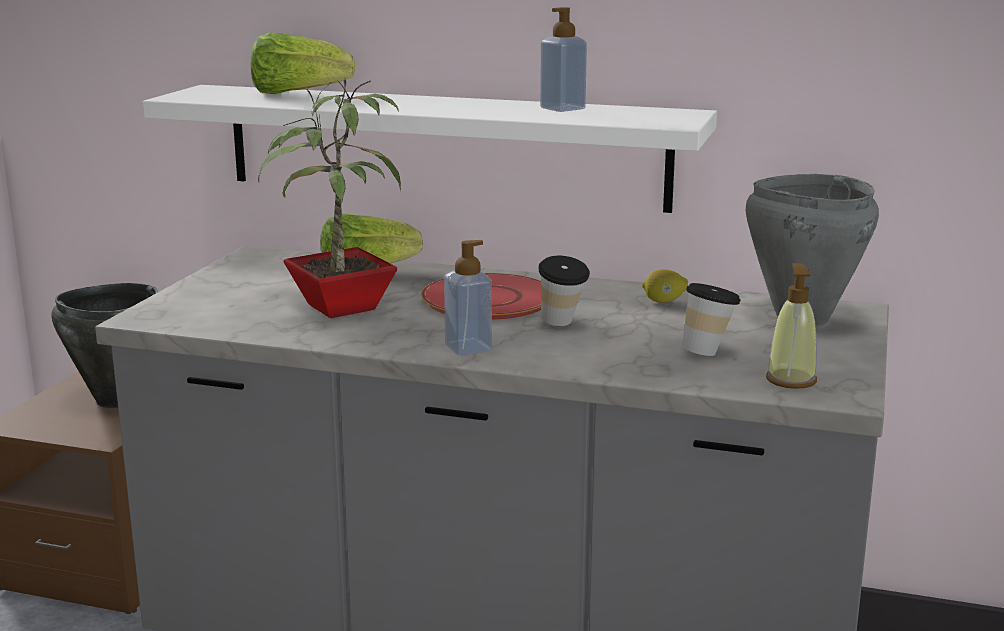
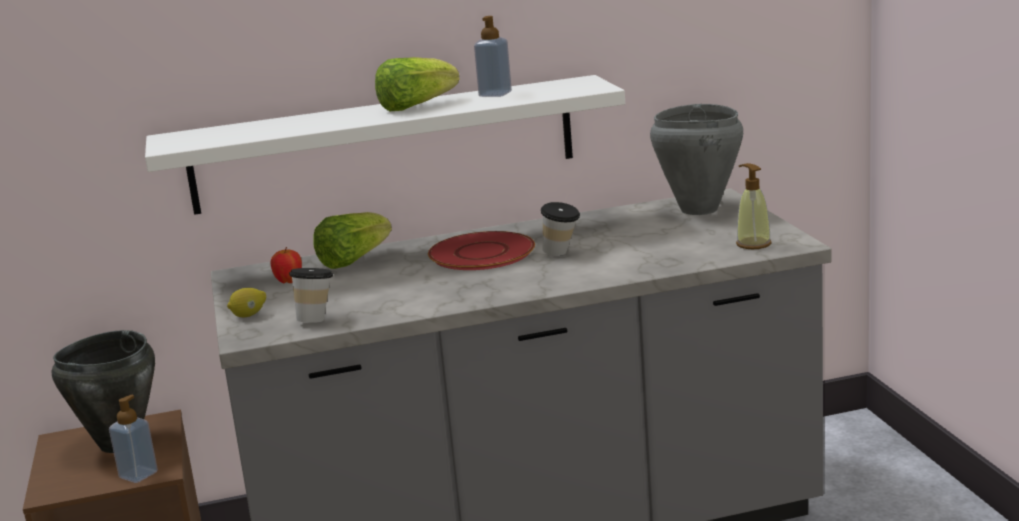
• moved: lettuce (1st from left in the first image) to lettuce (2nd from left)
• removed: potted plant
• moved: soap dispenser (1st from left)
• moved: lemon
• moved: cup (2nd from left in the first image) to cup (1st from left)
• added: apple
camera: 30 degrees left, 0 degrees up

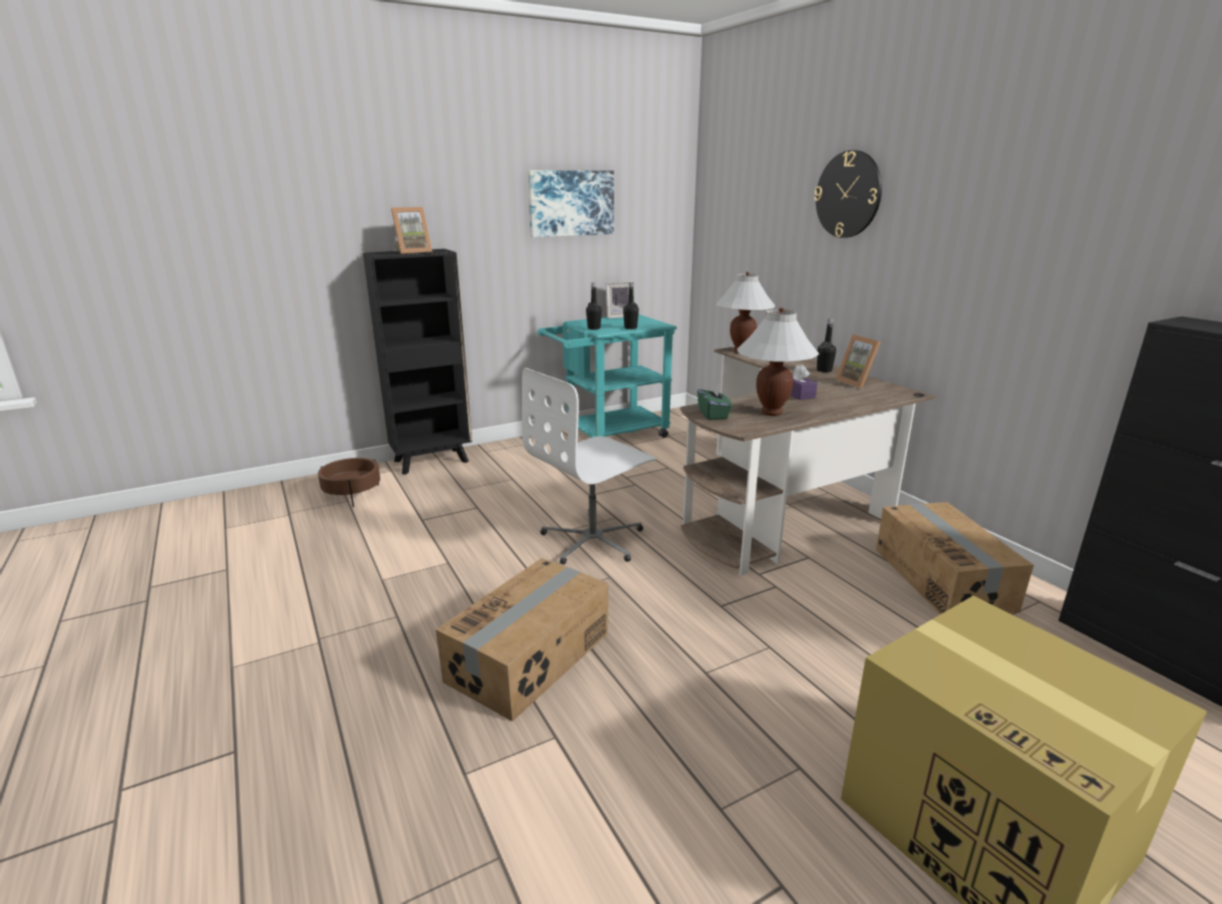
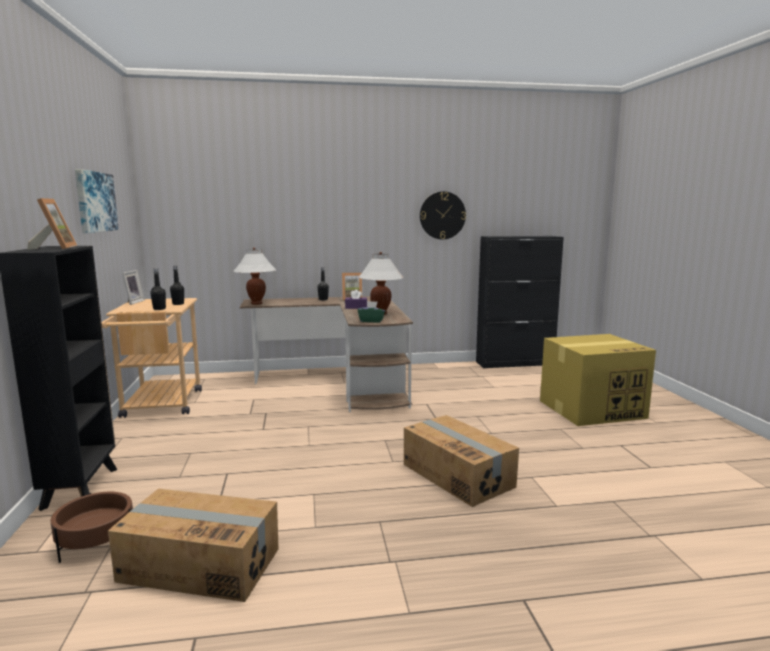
• removed: white office chair
• recoloured: turquoise cart to beige cart
• moved: wall clock
• moved: cardboard box (2nd from left in the first image) to cardboard box (1st from left)
camera: 70 degrees left, 10 degrees down

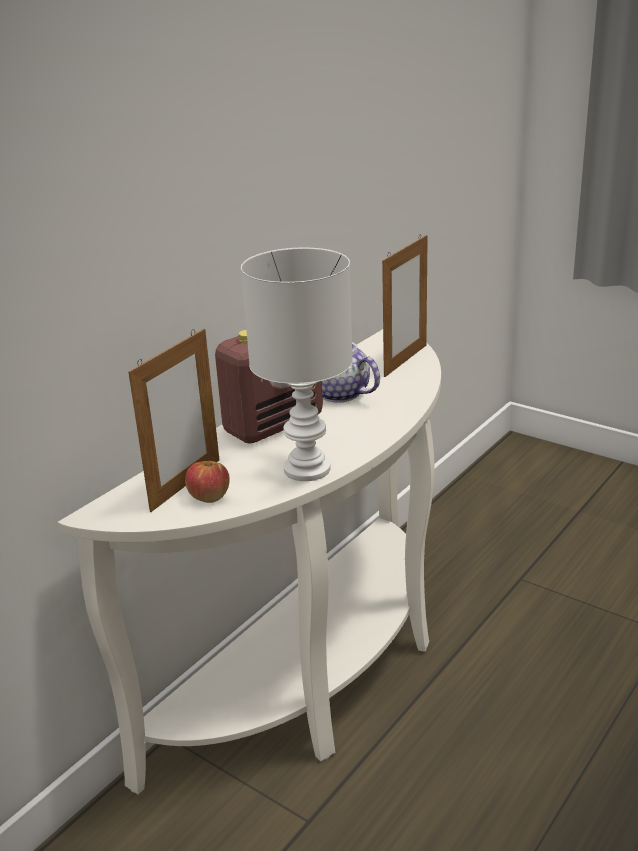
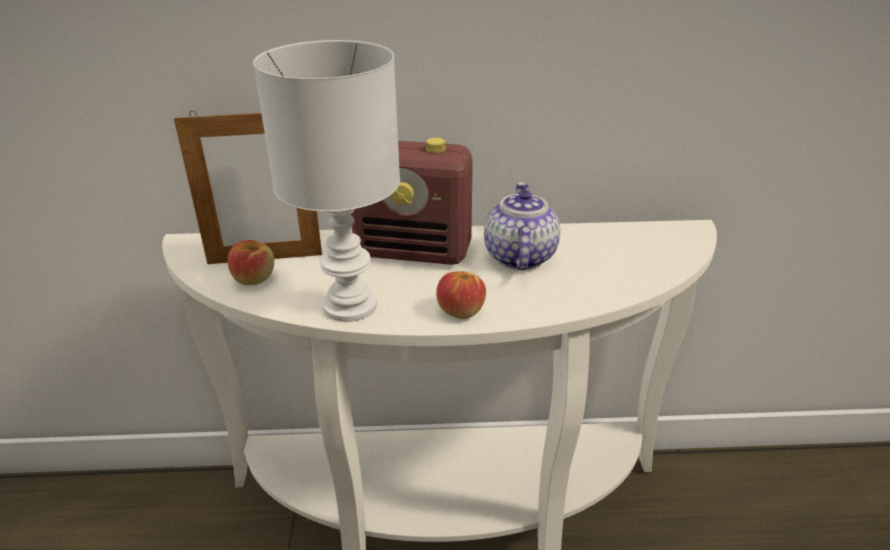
• removed: picture frame (2nd from left)
• added: apple (2nd from left)
camera: 50 degrees right, 5 degrees up

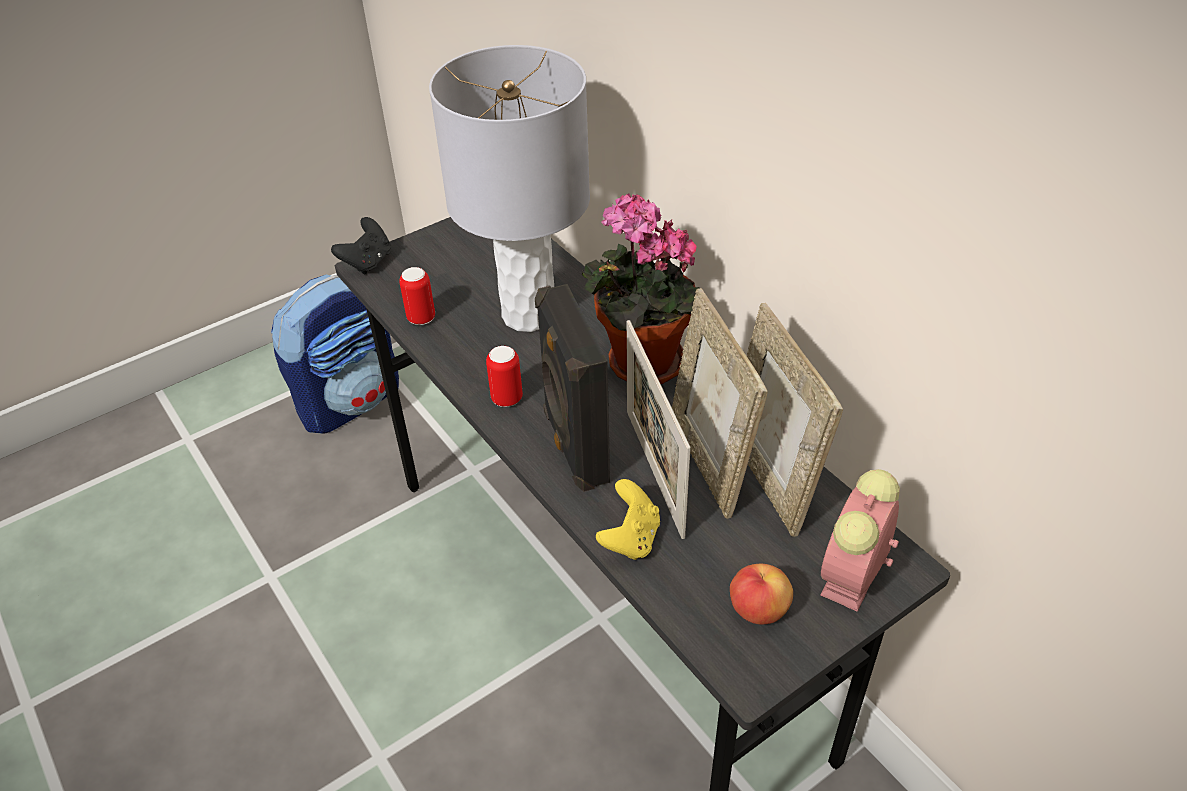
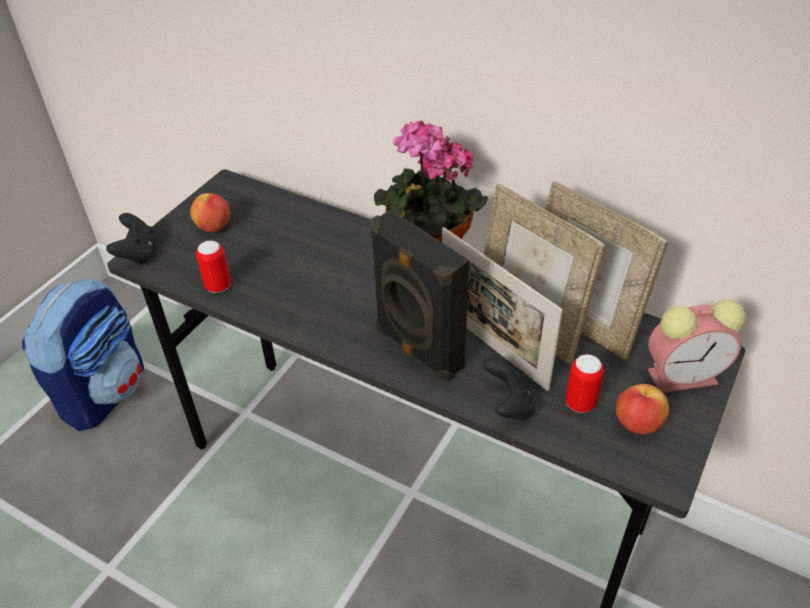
• removed: grey table lamp
• moved: can (2nd from left)
• recoloured: yellow game controller to black game controller (2nd from left)
• turned: alarm clock 105 degrees counterclockwise
• added: apple (1st from left)
camera: 25 degrees left, 0 degrees up

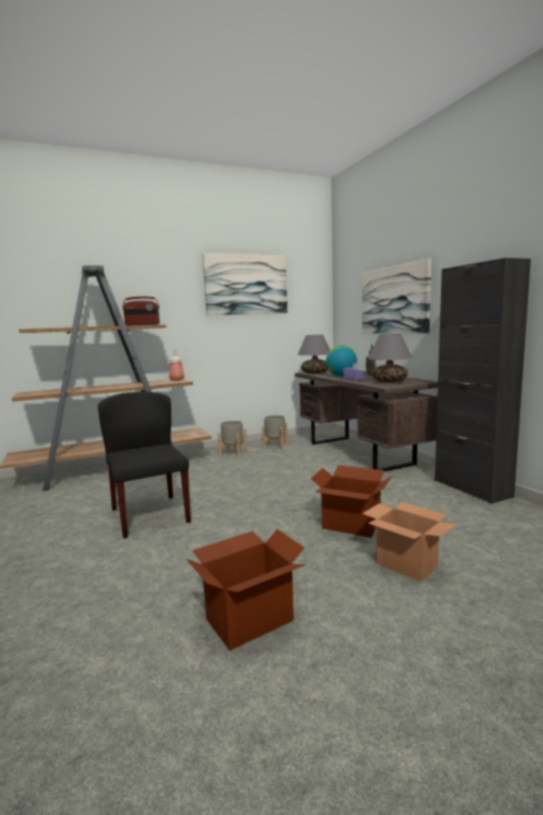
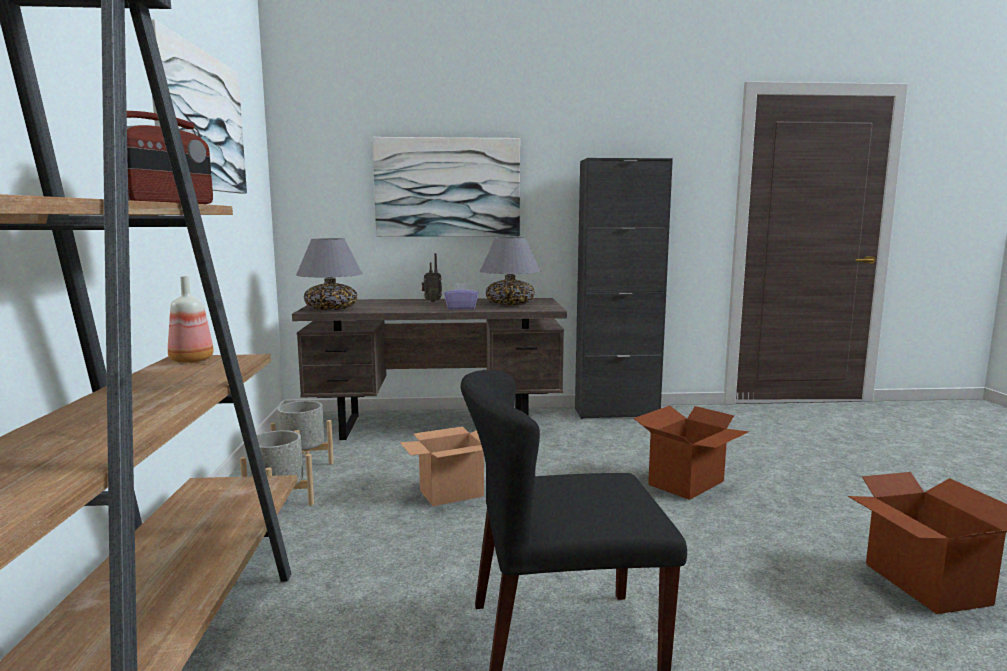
• removed: globe
• moved: cardboard box (3rd from left in the first image) to cardboard box (1st from left)
camera: 70 degrees left, 0 degrees up

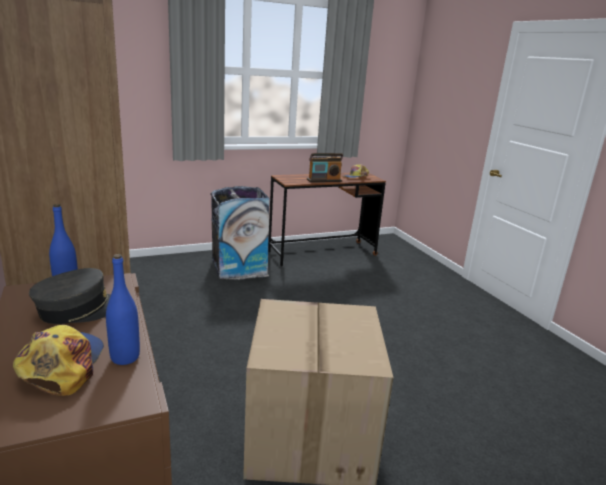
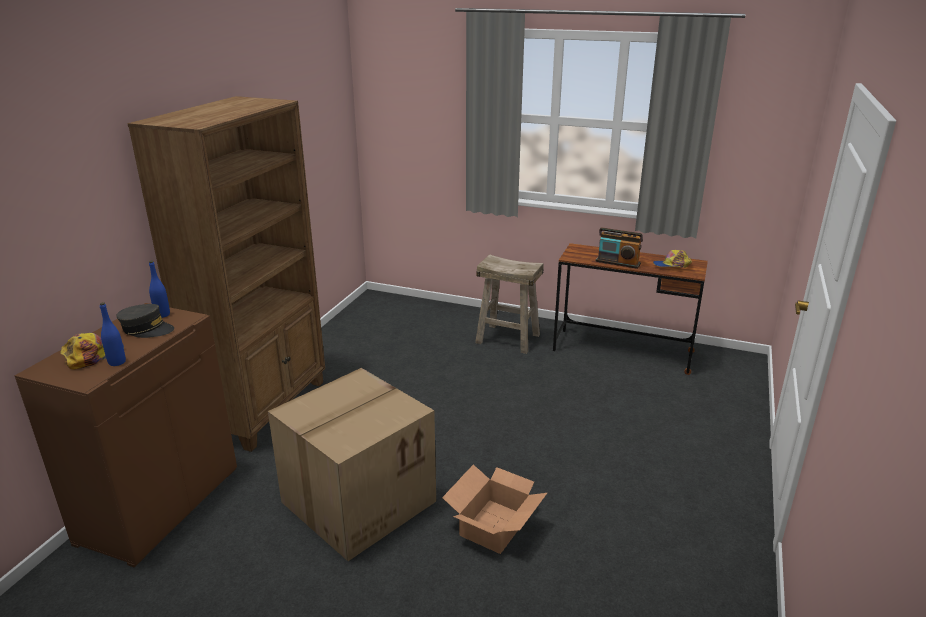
• replaced: trash can to beige stool
• added: cardboard box (2nd from left)
camera: 45 degrees right, 5 degrees up

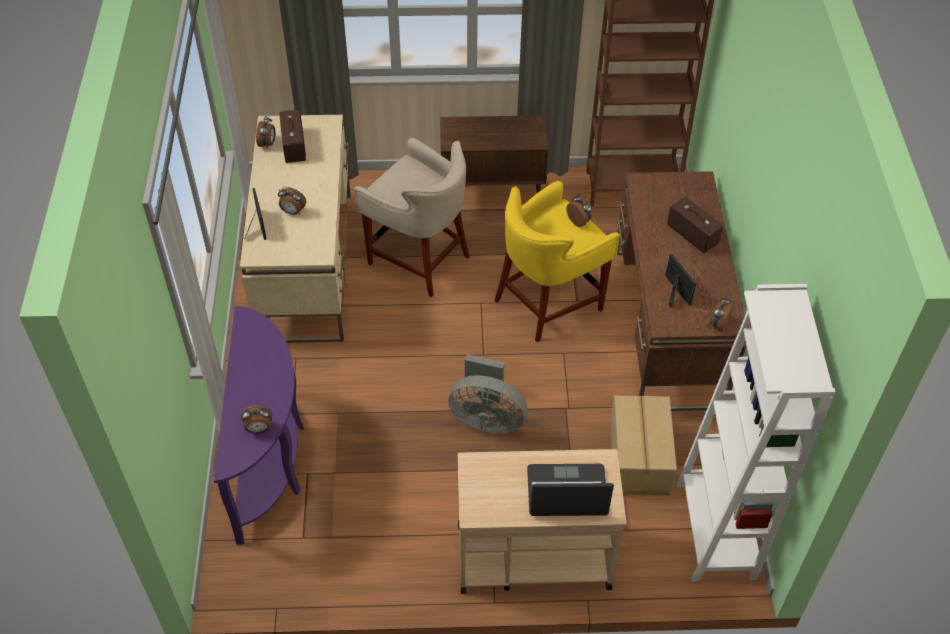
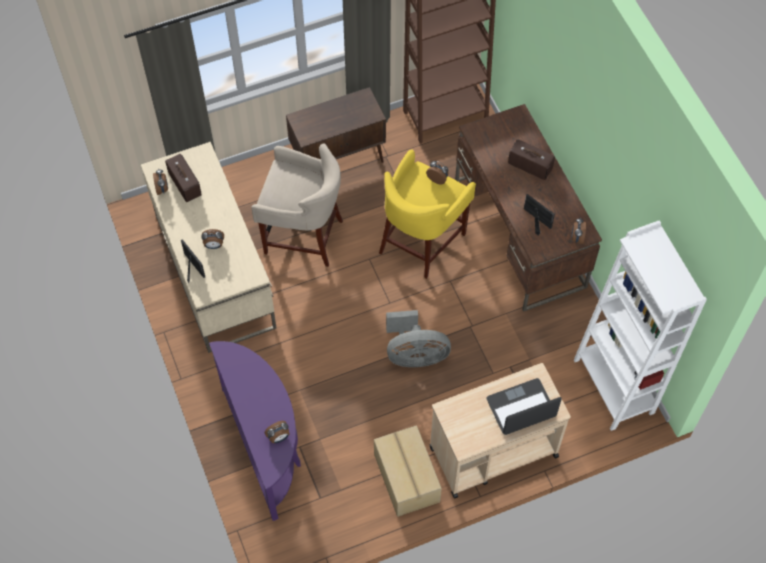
• moved: cardboard box
camera: 20 degrees left, 10 degrees up

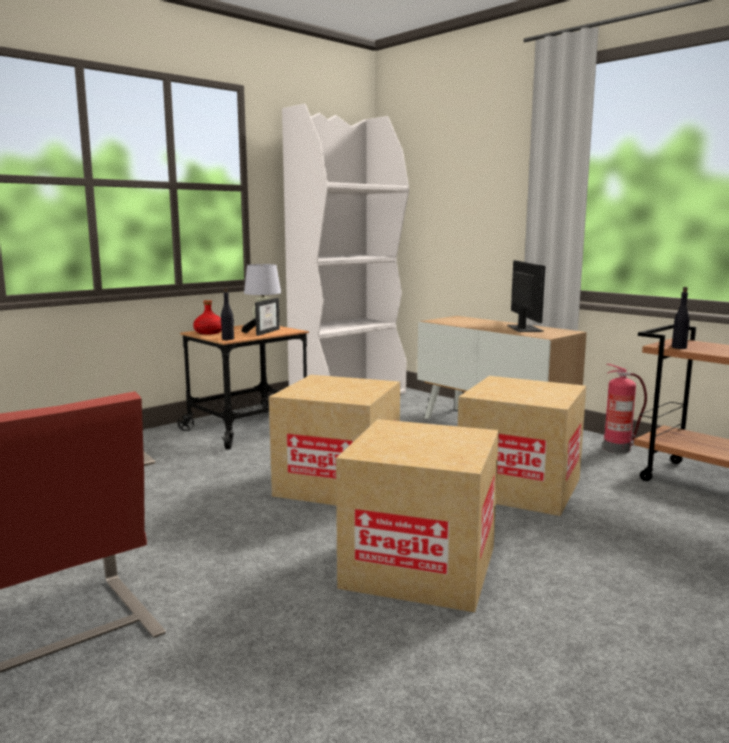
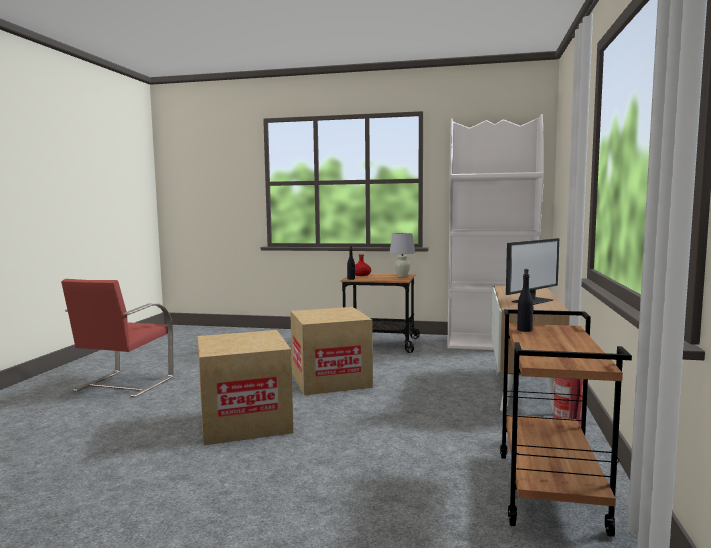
• removed: picture frame
• removed: cardboard box (3rd from left)
camera: 55 degrees right, 5 degrees down

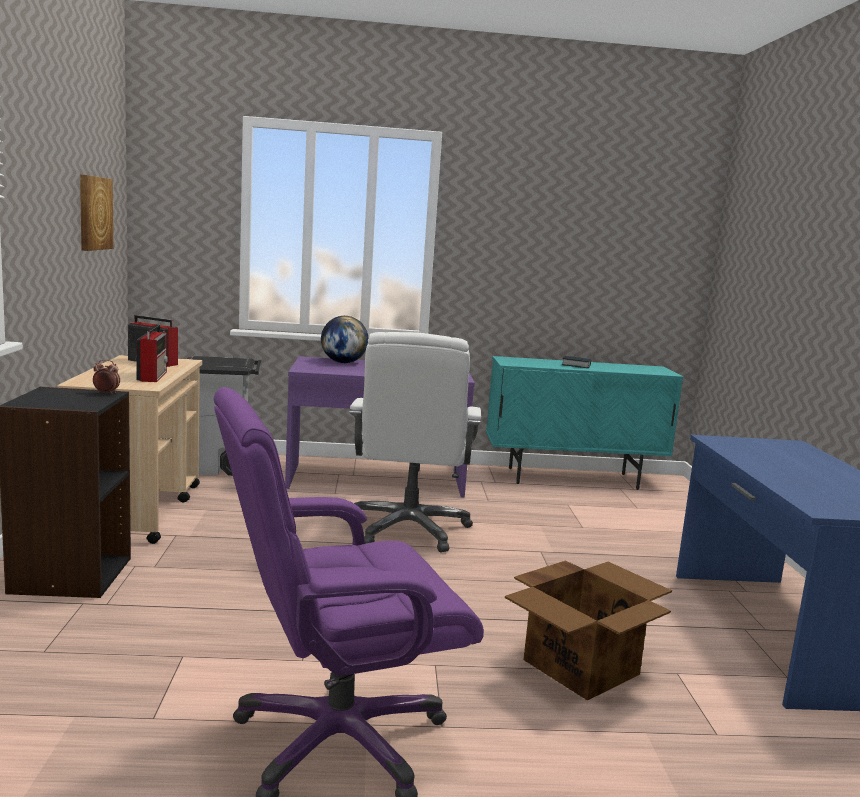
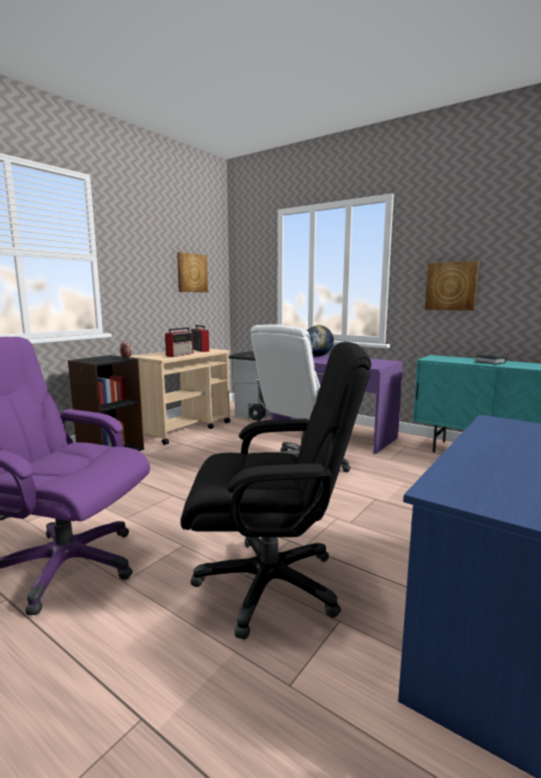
• replaced: cardboard box to black office chair
• added: picture (2nd from left)
camera: 40 degrees right, 0 degrees up

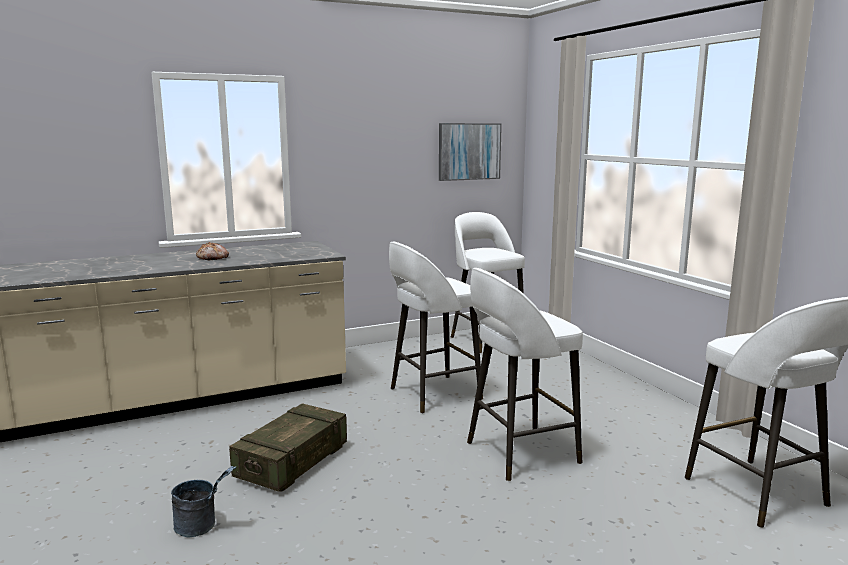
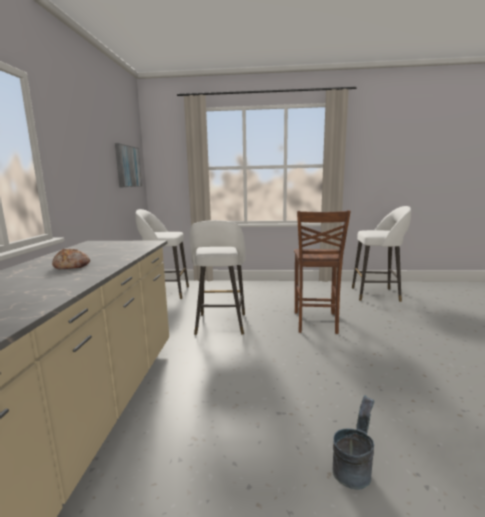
• removed: crate
• replaced: white stool (3rd from left) to brown chair
camera: 60 degrees left, 0 degrees up

